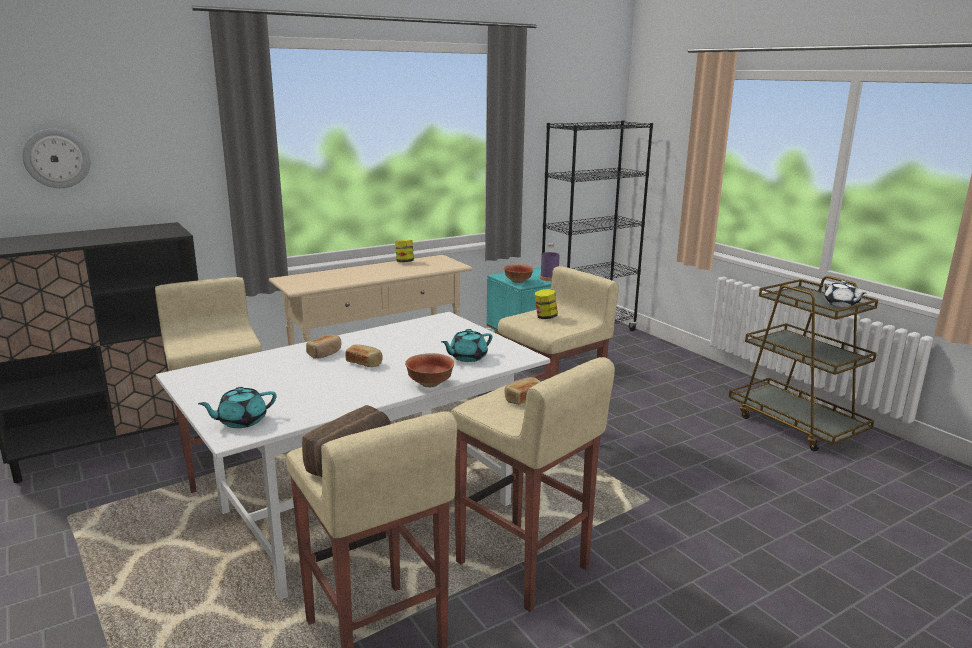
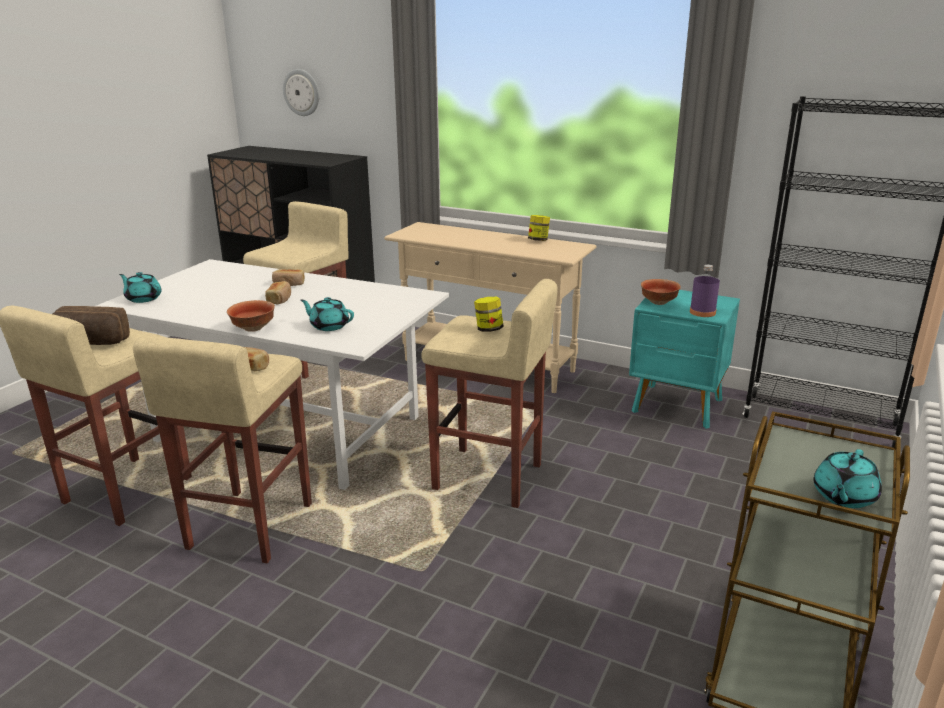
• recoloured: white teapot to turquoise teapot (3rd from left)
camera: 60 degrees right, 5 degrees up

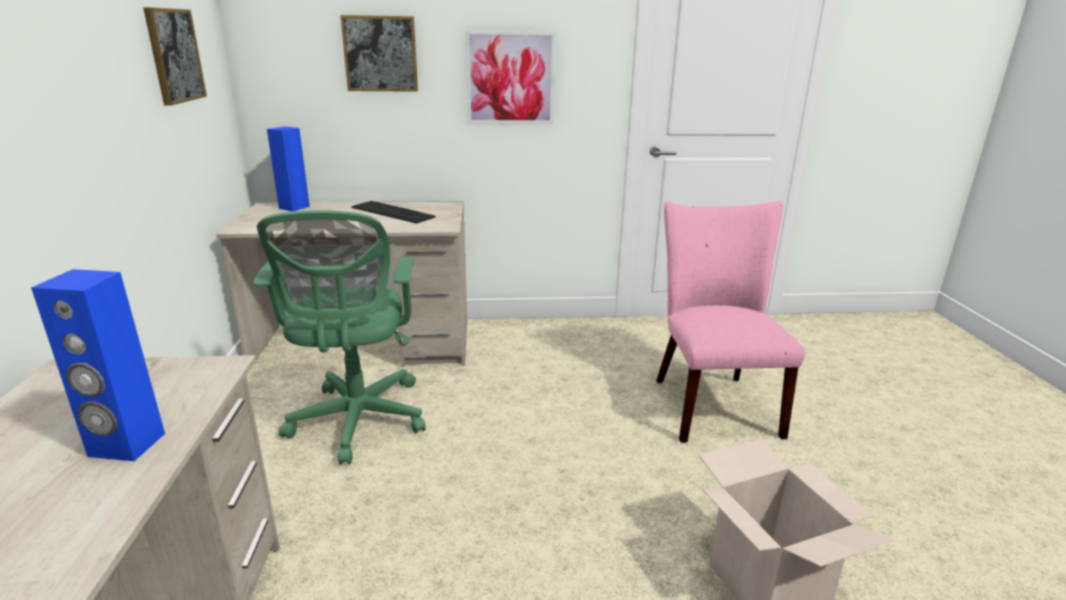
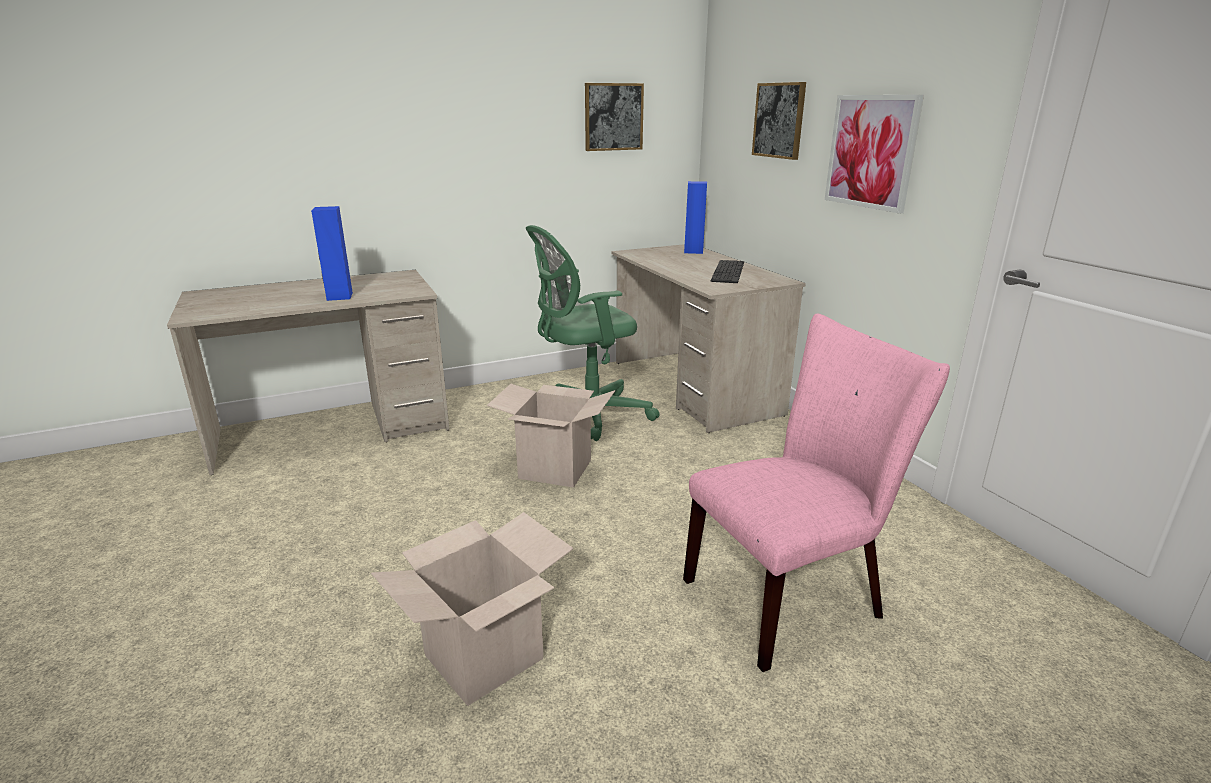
• added: cardboard box (2nd from left)
camera: 70 degrees right, 0 degrees up

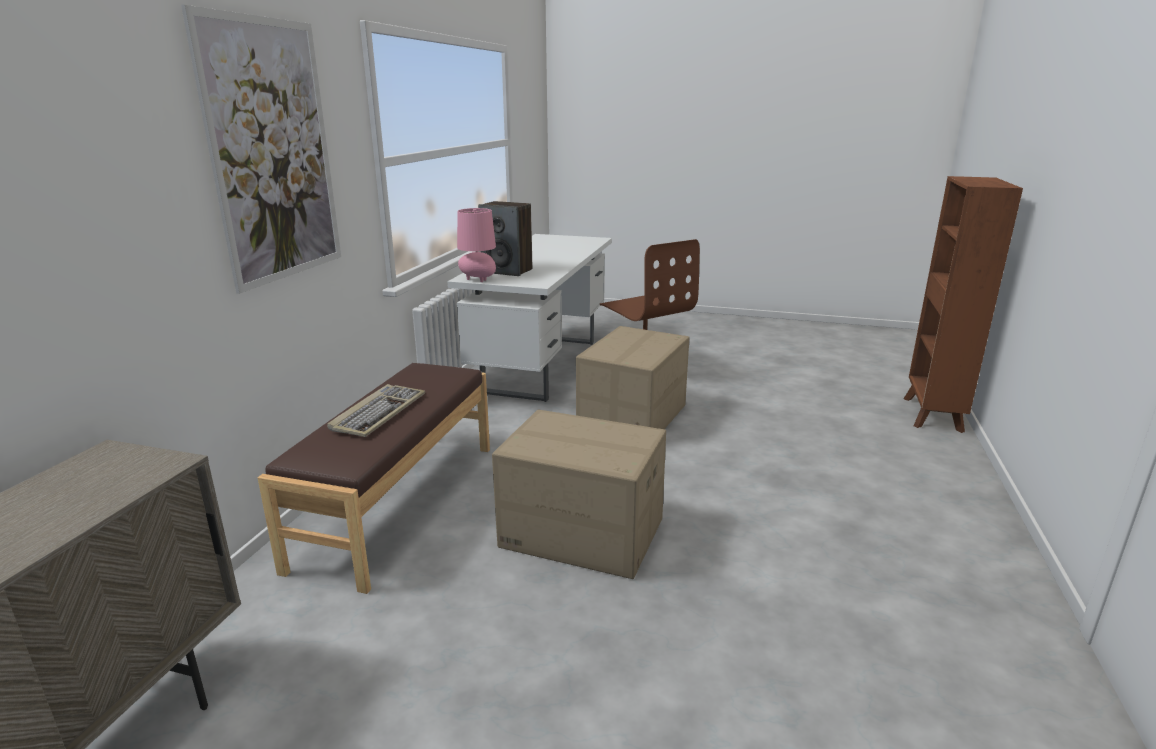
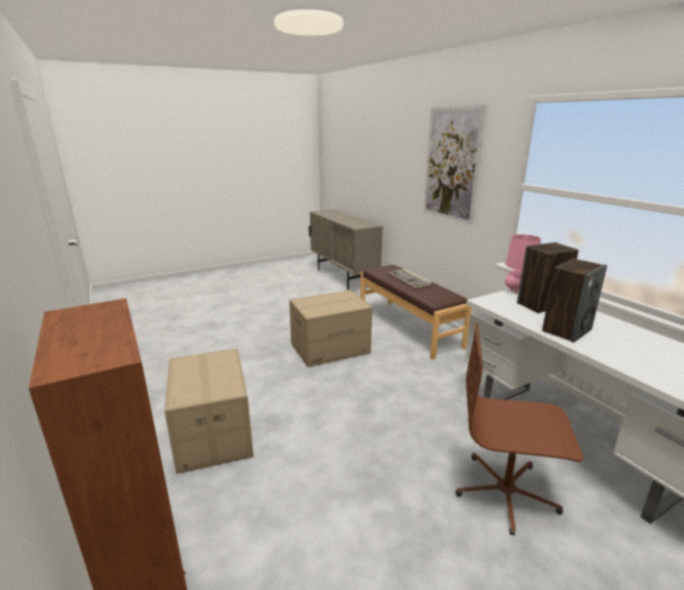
• moved: cardboard box (2nd from left in the first image) to cardboard box (1st from left)
• added: speaker (2nd from left)
camera: 135 degrees right, 0 degrees up

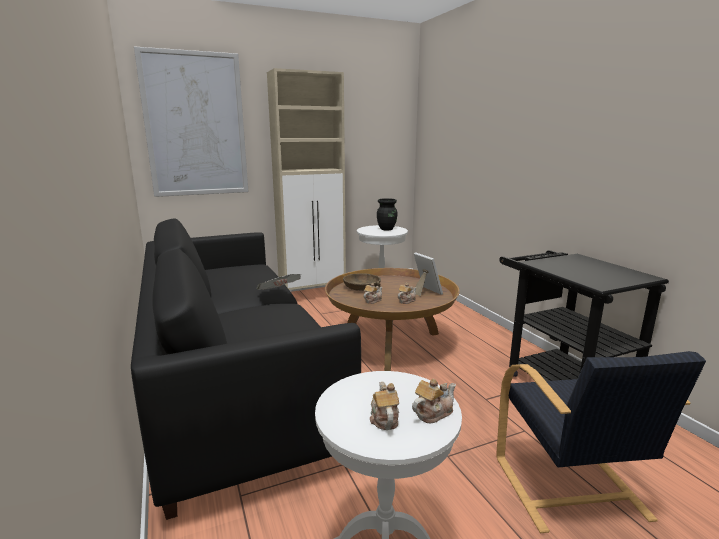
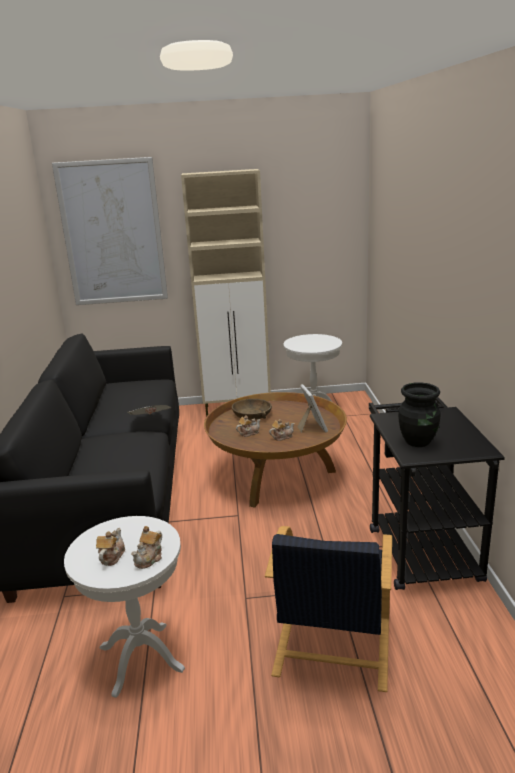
• moved: black vase
• turned: teapot (4th from left in the first image) 135 degrees clockwise
camera: 20 degrees right, 5 degrees up

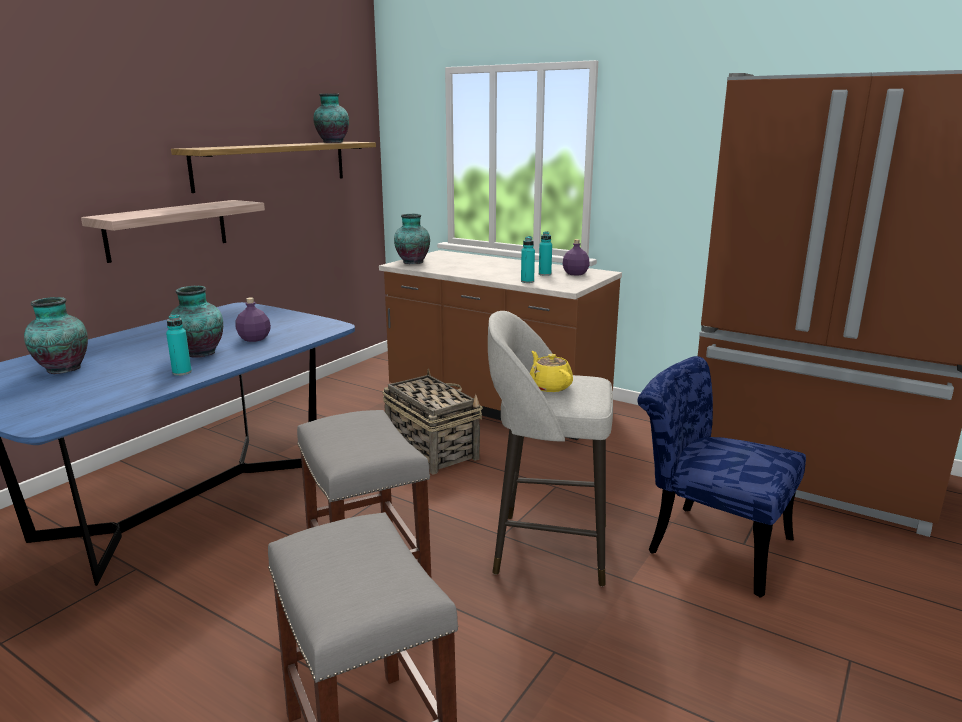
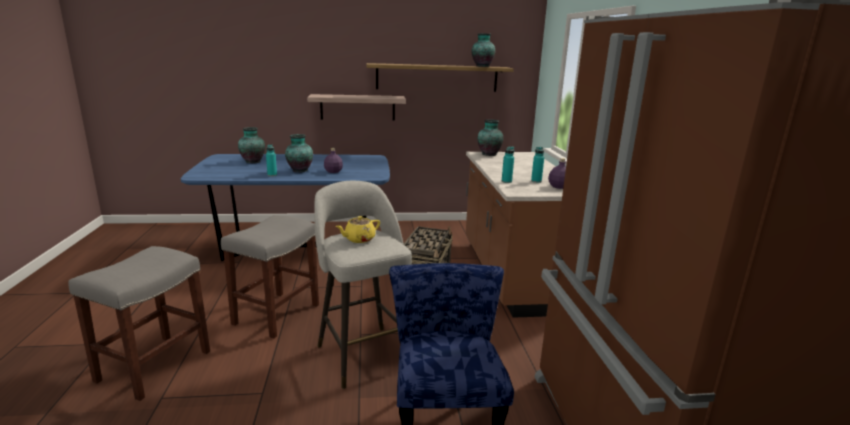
• turned: yellow teapot 150 degrees counterclockwise
camera: 50 degrees right, 0 degrees up

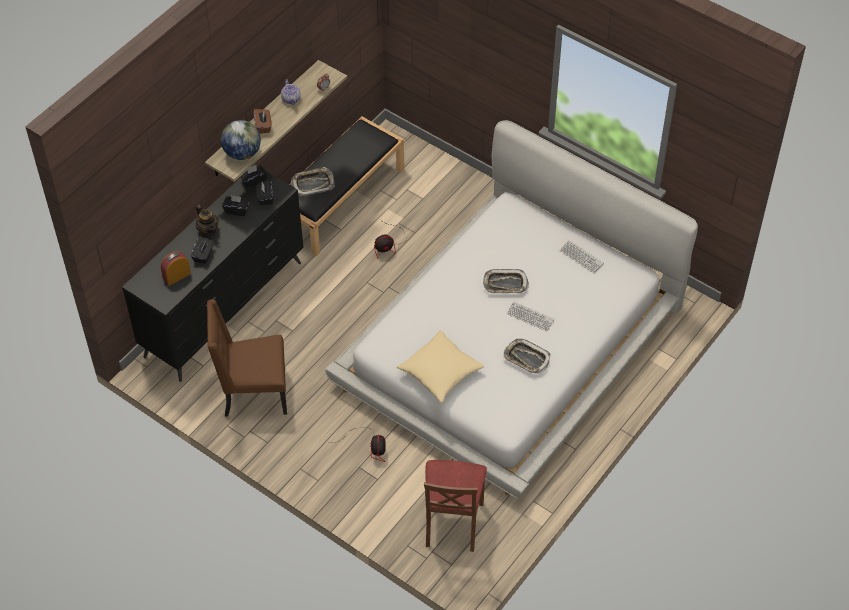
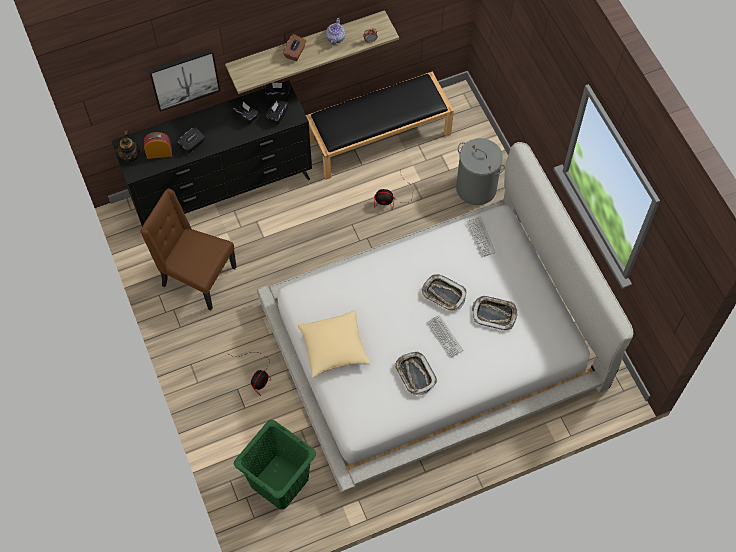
• moved: teapot (1st from left)
• removed: globe
• moved: tray (1st from left in the first image) to tray (3rd from left)
• replaced: brown chair (2nd from left) to green laundry basket
• moved: keyboard (2nd from left)
• added: picture
• added: grey laundry basket
camera: 30 degrees right, 10 degrees up

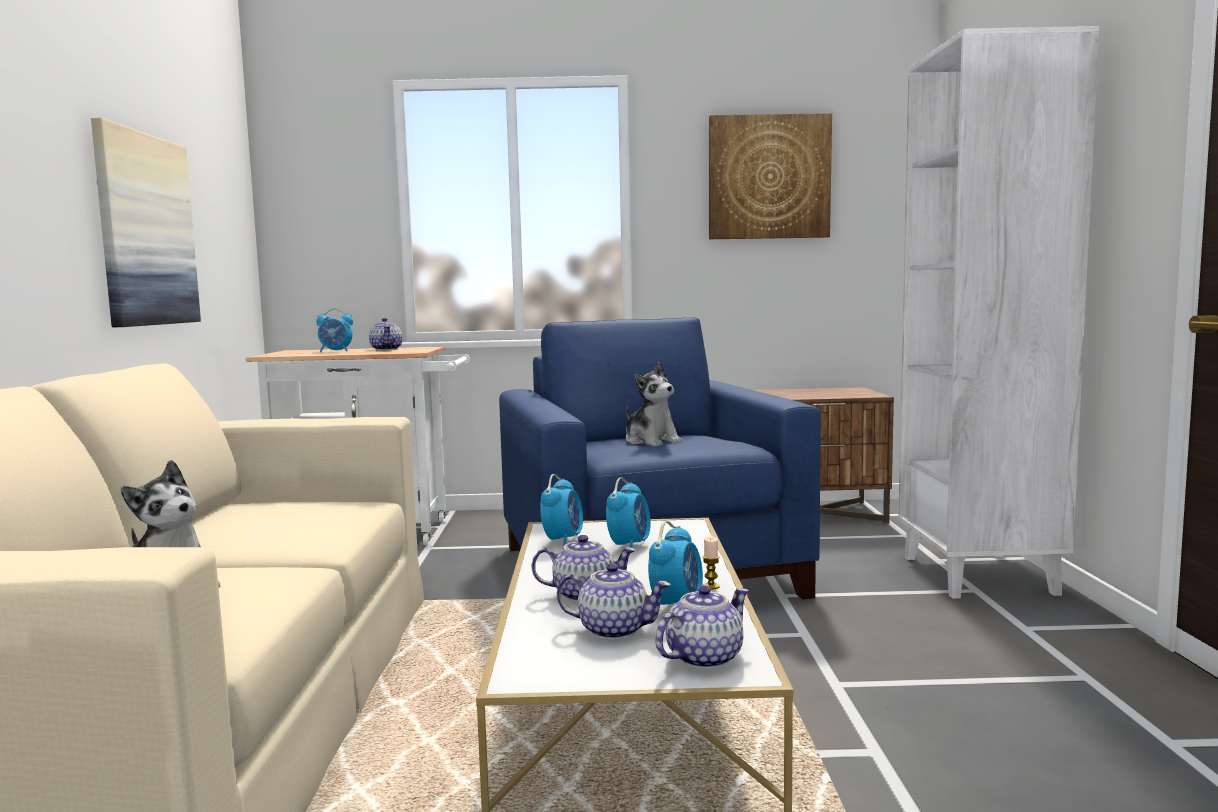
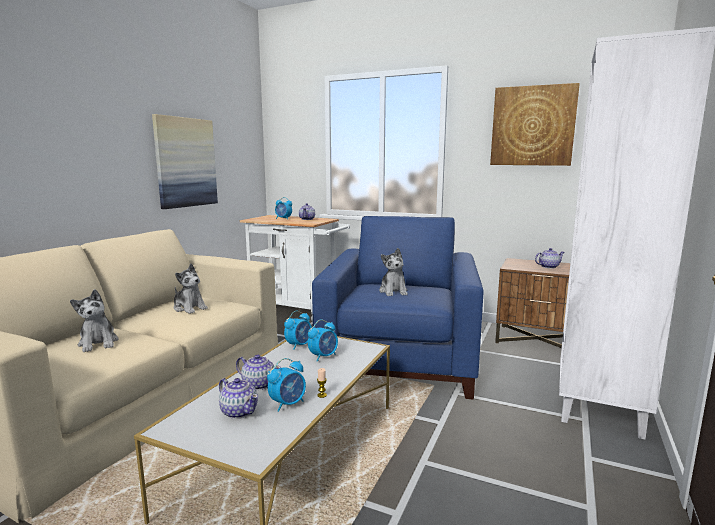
• moved: teapot (4th from left)
• added: plush toy (2nd from left)
camera: 25 degrees right, 5 degrees up

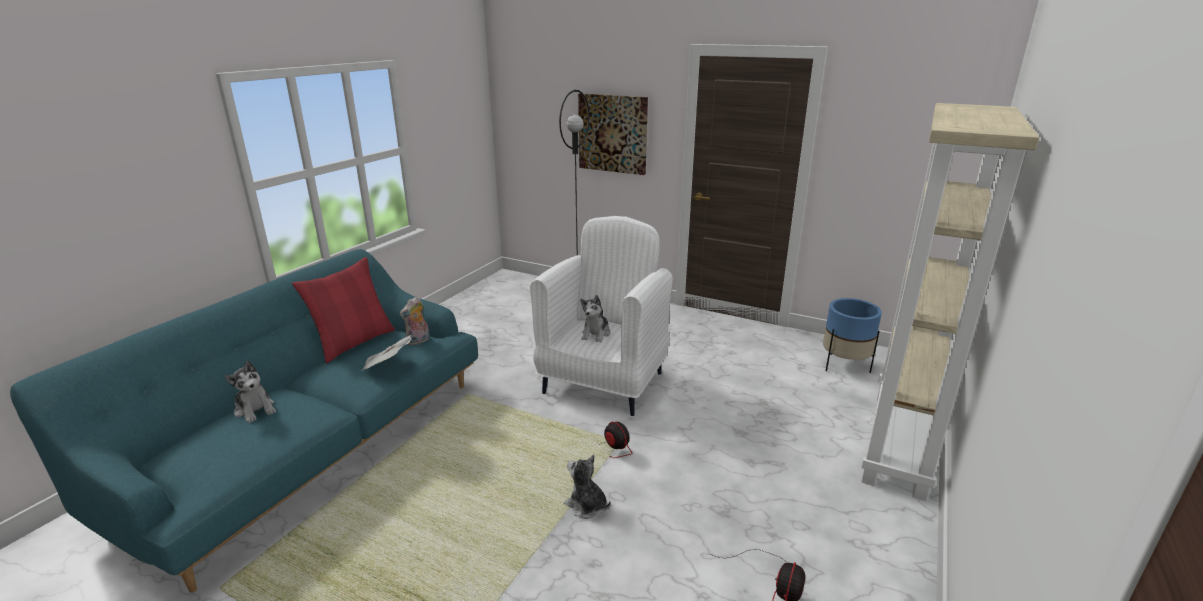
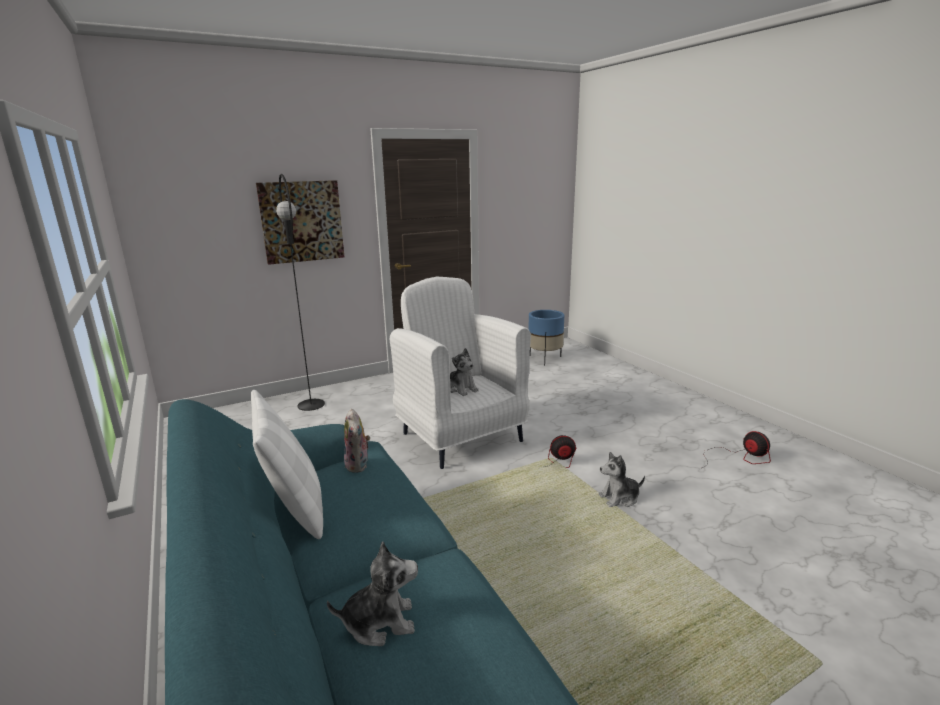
• recoloured: red pillow to white pillow
• removed: newspaper
• removed: beige bookcase
camera: 55 degrees left, 5 degrees down

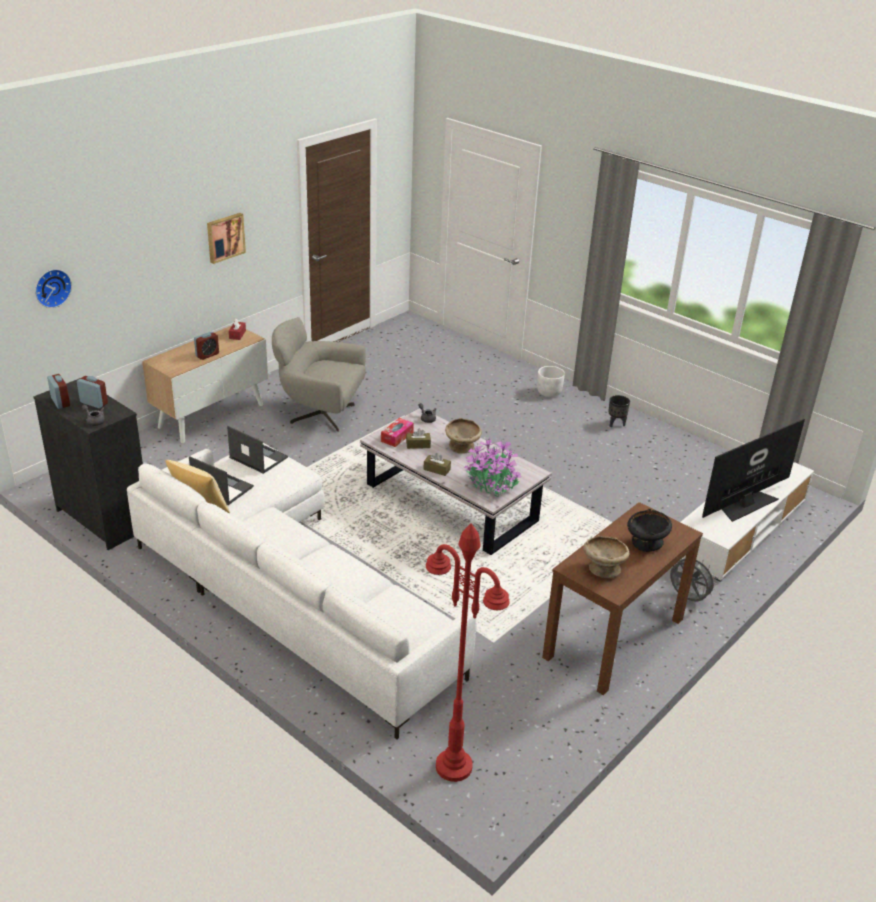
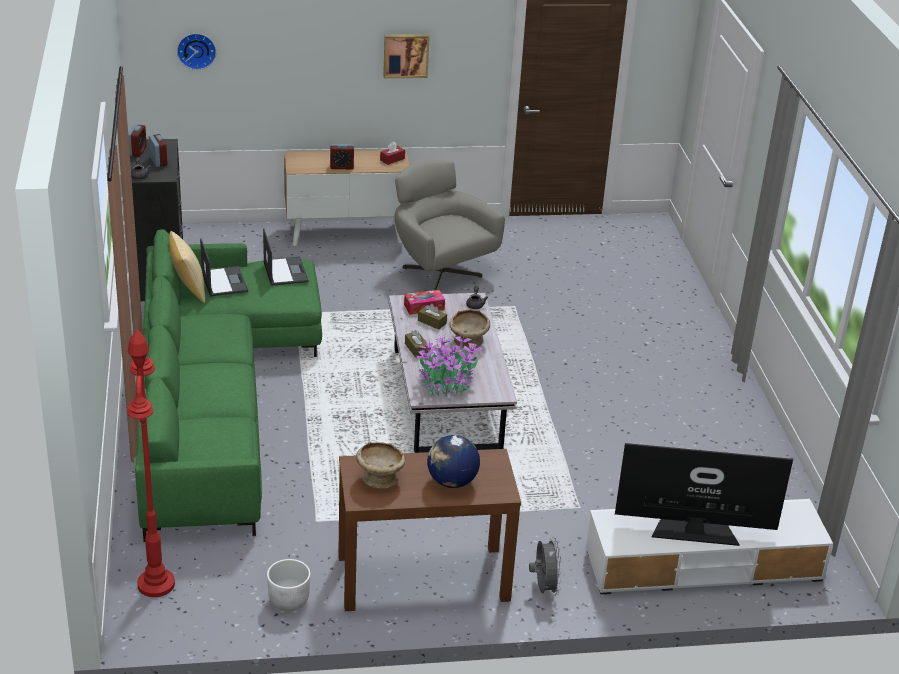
• recoloured: white sofa to green sofa
• moved: white planter
• removed: black planter
• replaced: black bowl to globe
camera: 40 degrees right, 0 degrees up

